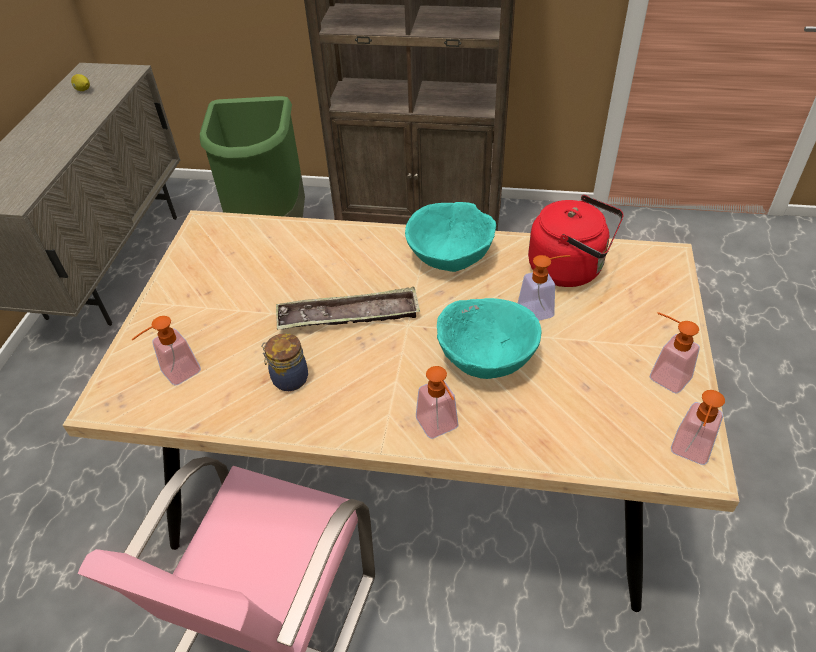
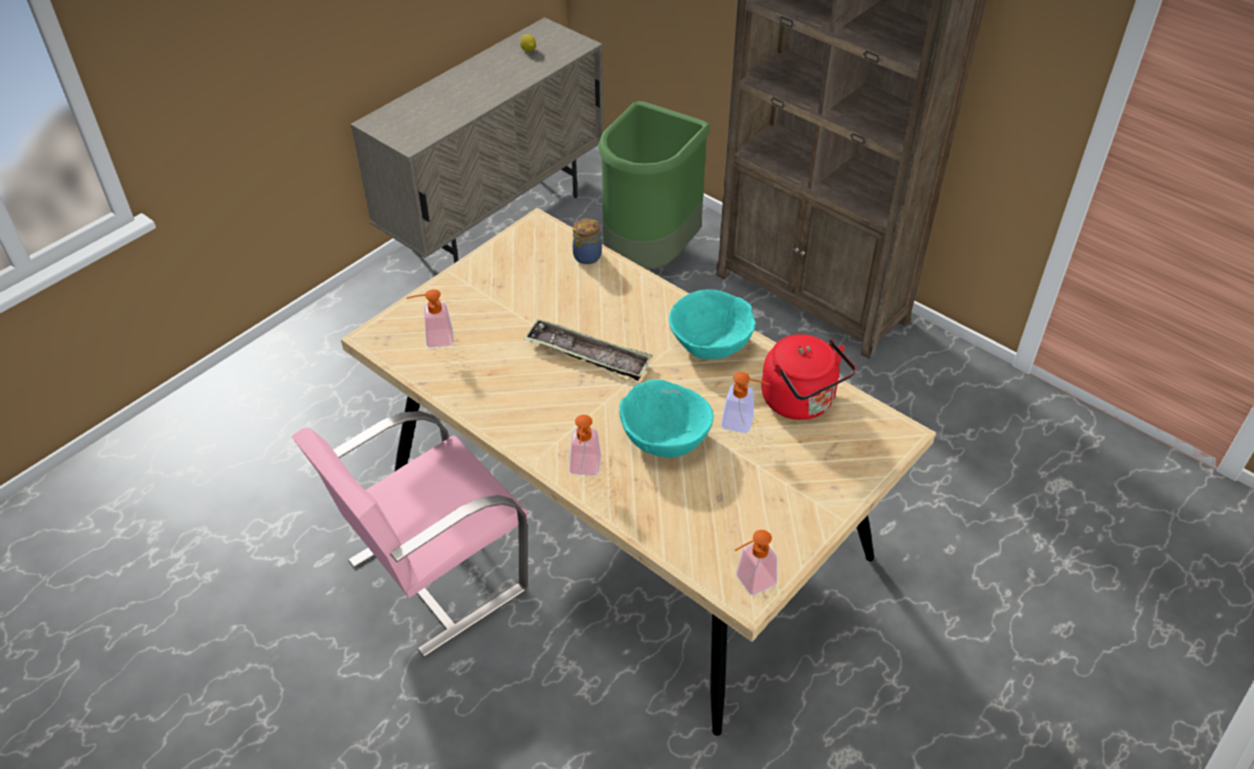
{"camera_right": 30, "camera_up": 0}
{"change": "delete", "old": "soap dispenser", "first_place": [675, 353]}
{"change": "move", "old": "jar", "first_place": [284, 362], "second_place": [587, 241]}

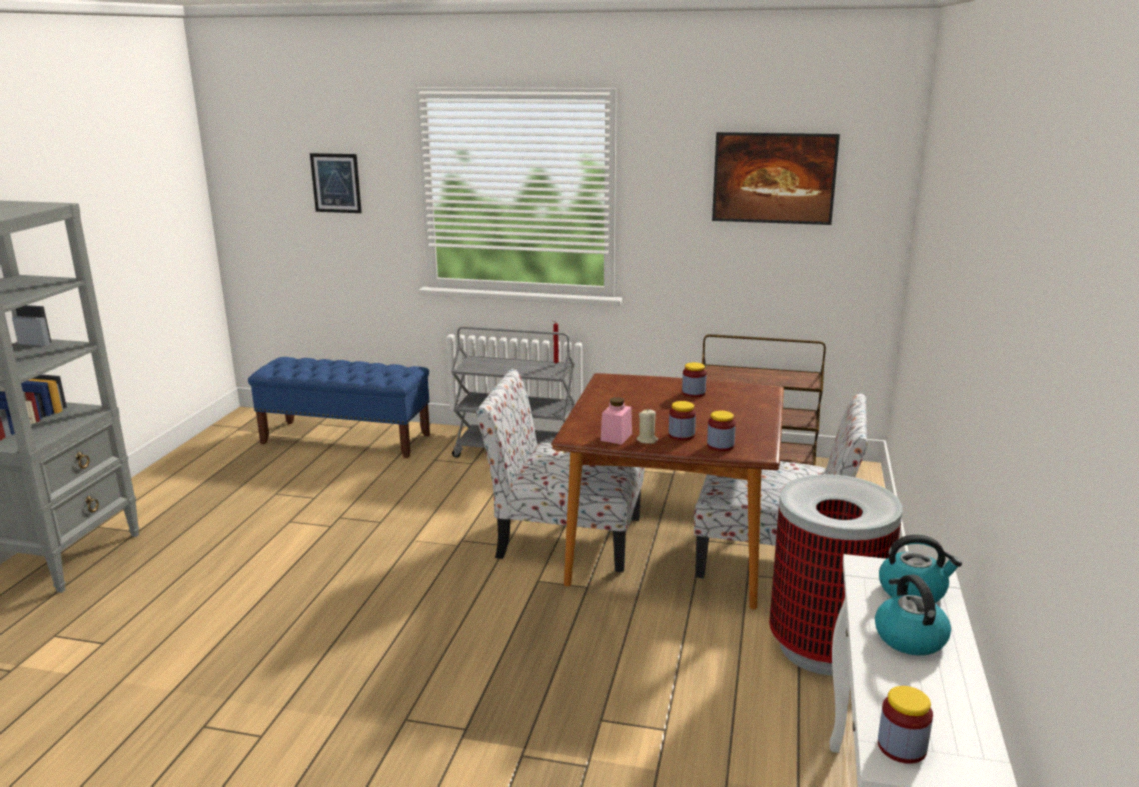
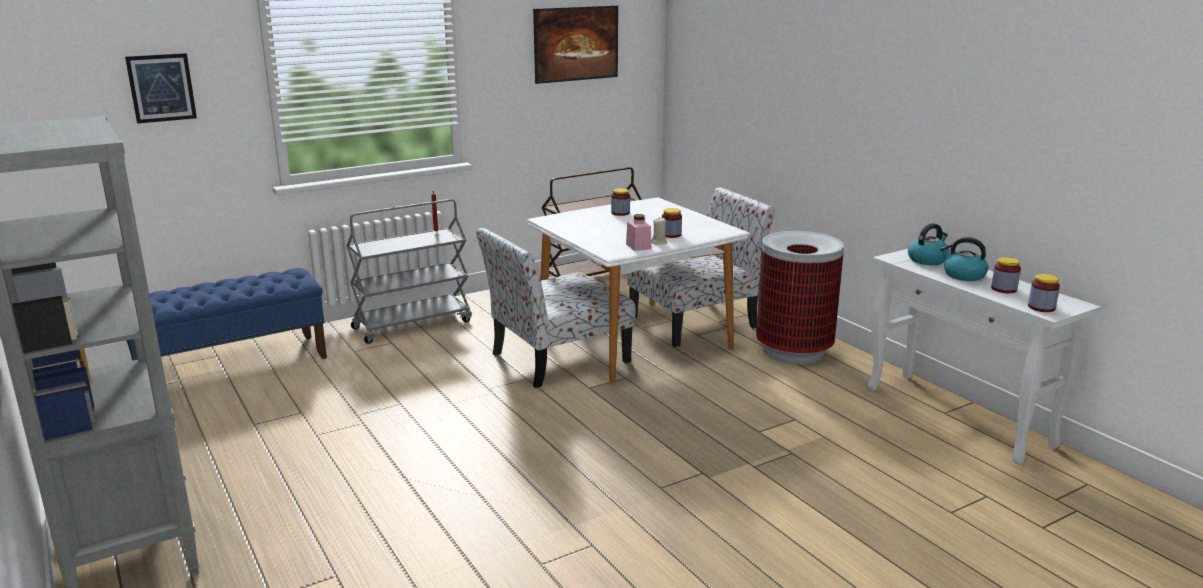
{"camera_right": -45, "camera_up": 0}
{"change": "move", "old": "jar", "first_place": [721, 431], "second_place": [1006, 275]}
{"change": "recolor", "old": "brown dining table", "new": "white dining table", "first_place": [667, 491], "second_place": [638, 290]}

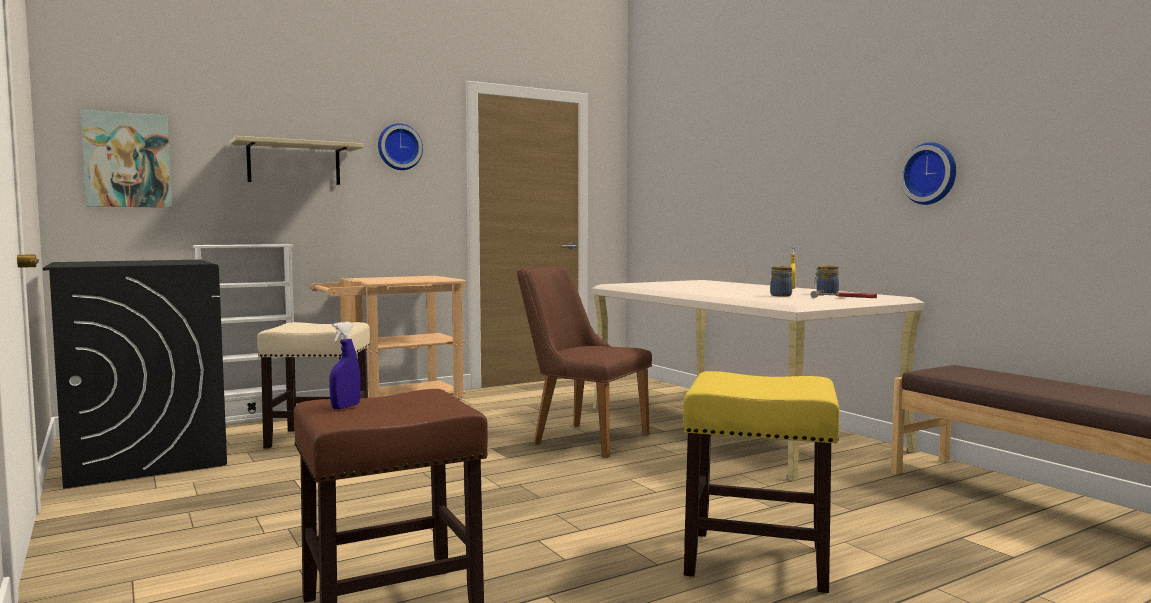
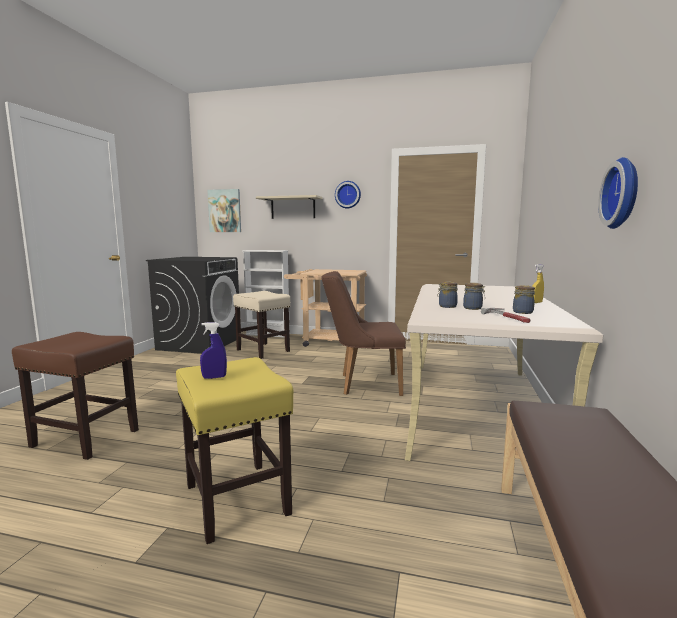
{"camera_right": 45, "camera_up": 5}
{"change": "insert", "new": "jar", "second_place": [447, 295]}
{"change": "move", "old": "blue spray bottle", "first_place": [345, 365], "second_place": [213, 350]}
{"change": "rotate", "old": "brown chair", "first_place": [584, 362], "second_place": [364, 333], "degrees": -75}

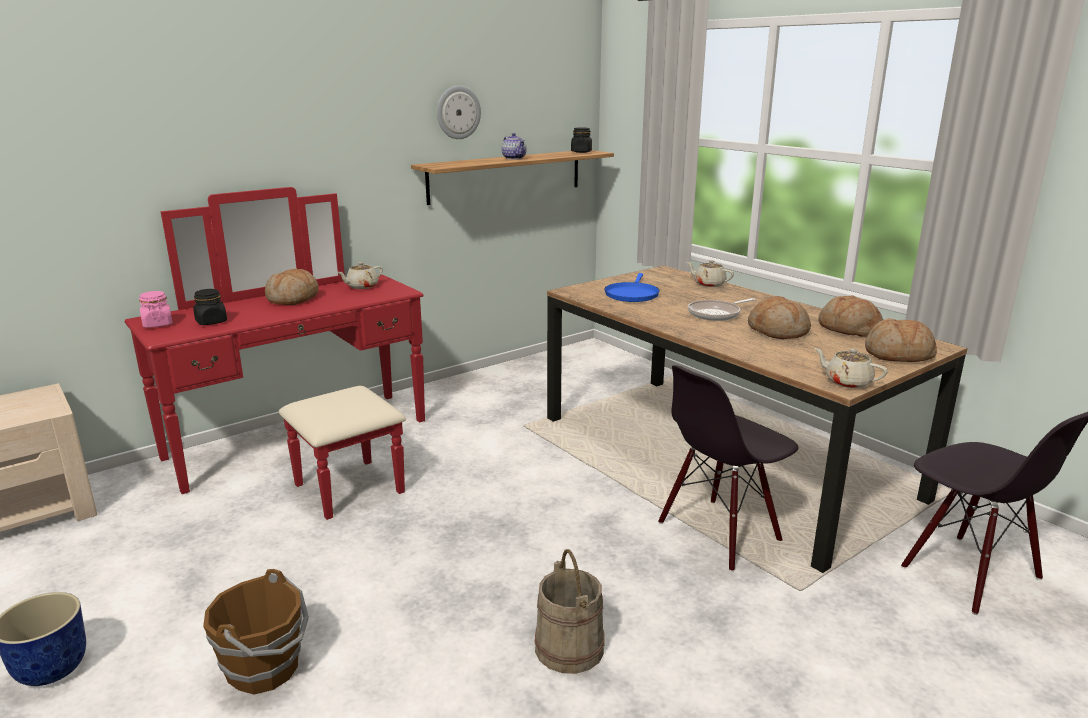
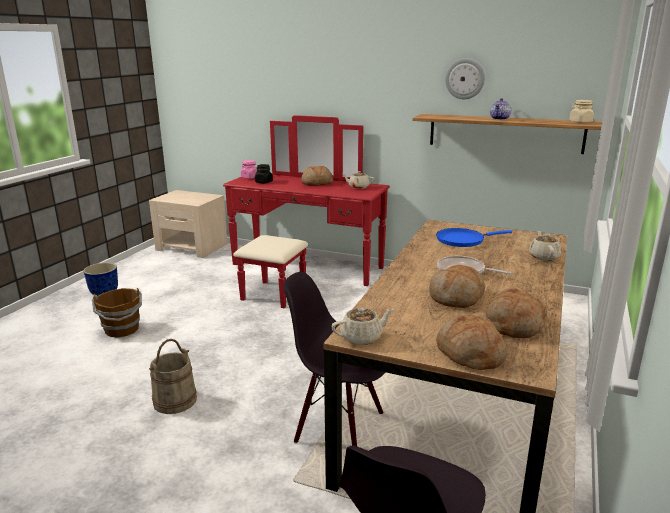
{"camera_right": 60, "camera_up": 0}
{"change": "recolor", "old": "black jar", "new": "beige jar", "first_place": [581, 140], "second_place": [581, 111]}
{"change": "rotate", "old": "beige teapot", "first_place": [851, 368], "second_place": [362, 326], "degrees": 60}

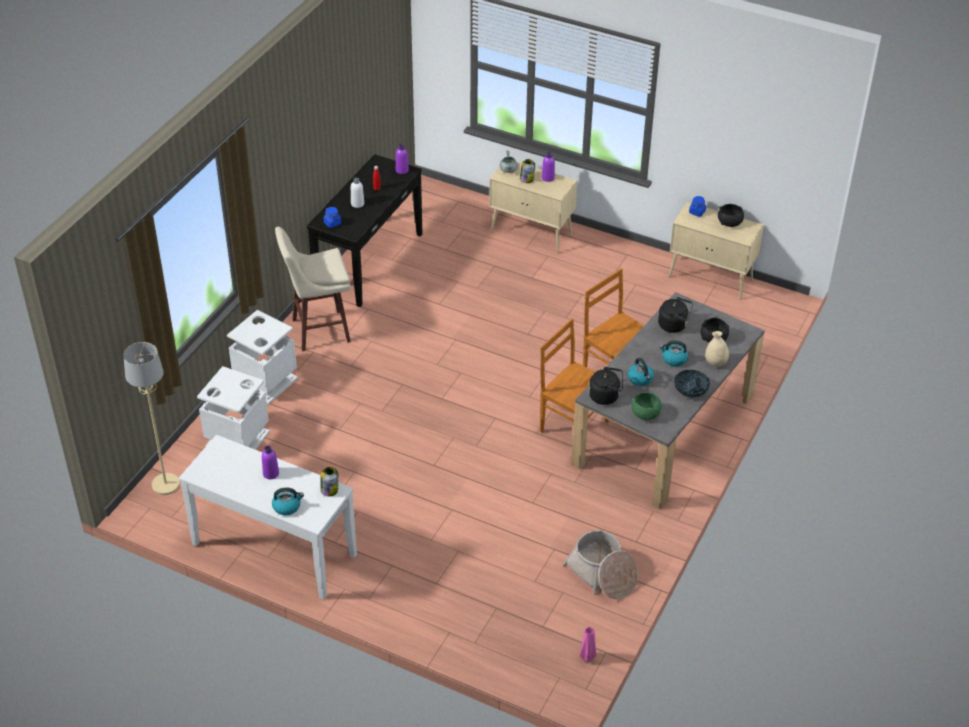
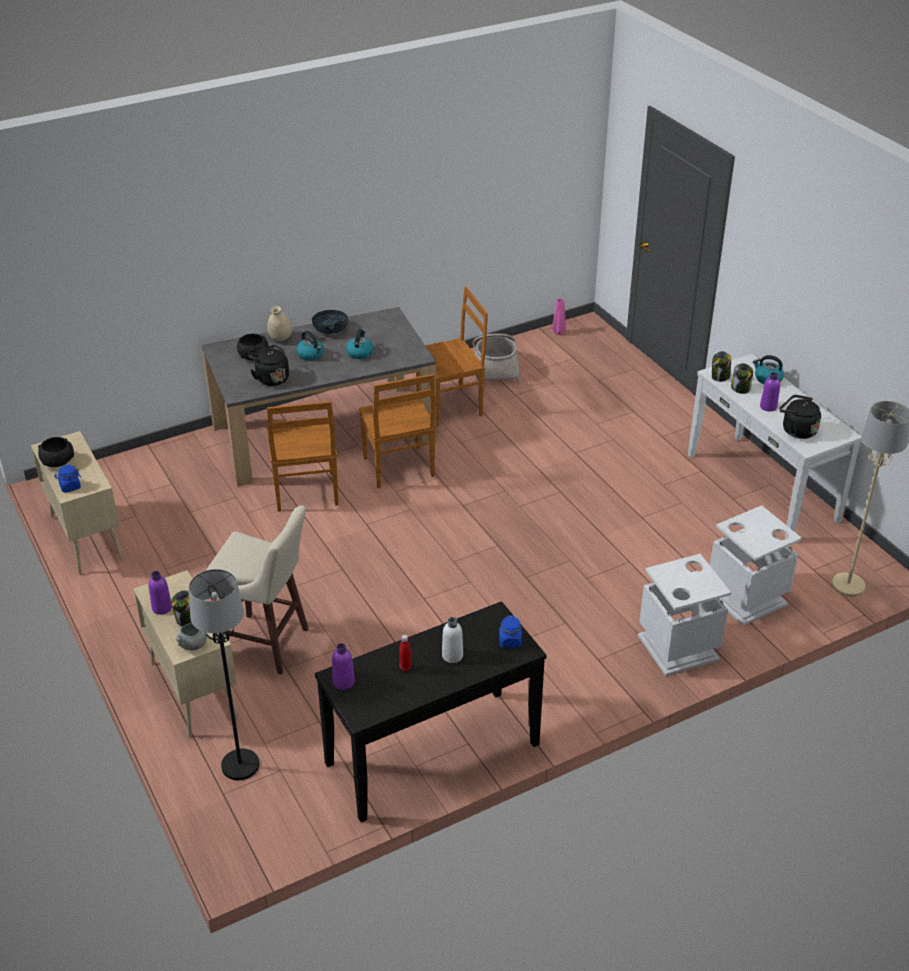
{"camera_right": -145, "camera_up": -5}
{"change": "delete", "old": "green bowl", "first_place": [646, 406]}
{"change": "insert", "new": "black floor lamp", "second_place": [224, 674]}
{"change": "insert", "new": "brown chair", "second_place": [452, 356]}
{"change": "insert", "new": "jar", "second_place": [742, 378]}
{"change": "move", "old": "beige stool", "first_place": [313, 289], "second_place": [257, 590]}
{"change": "move", "old": "black kettle", "first_place": [606, 386], "second_place": [800, 417]}

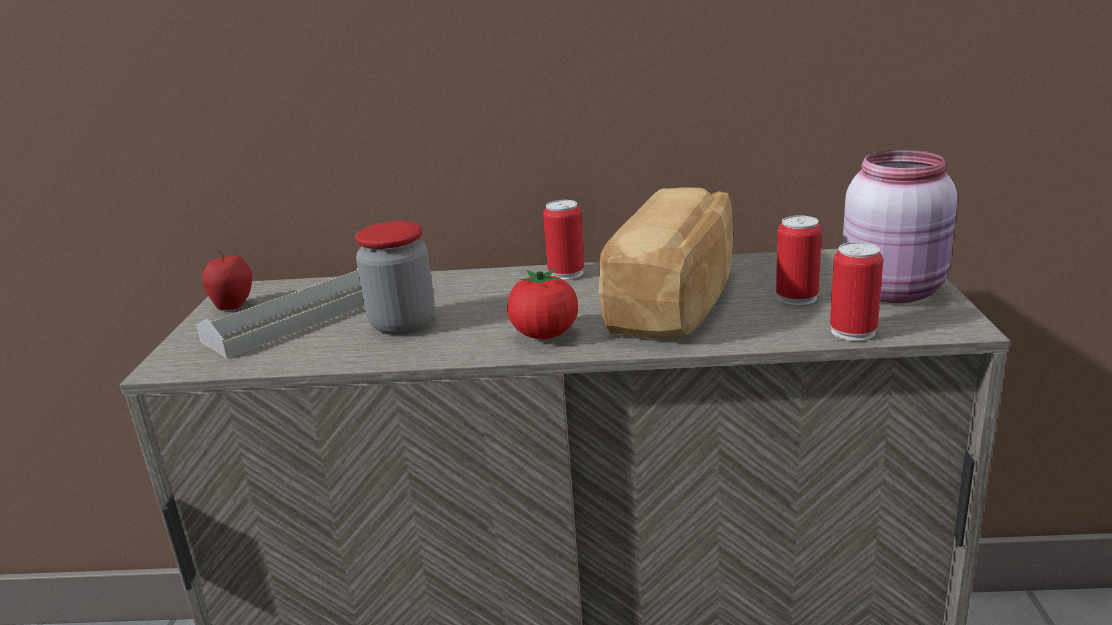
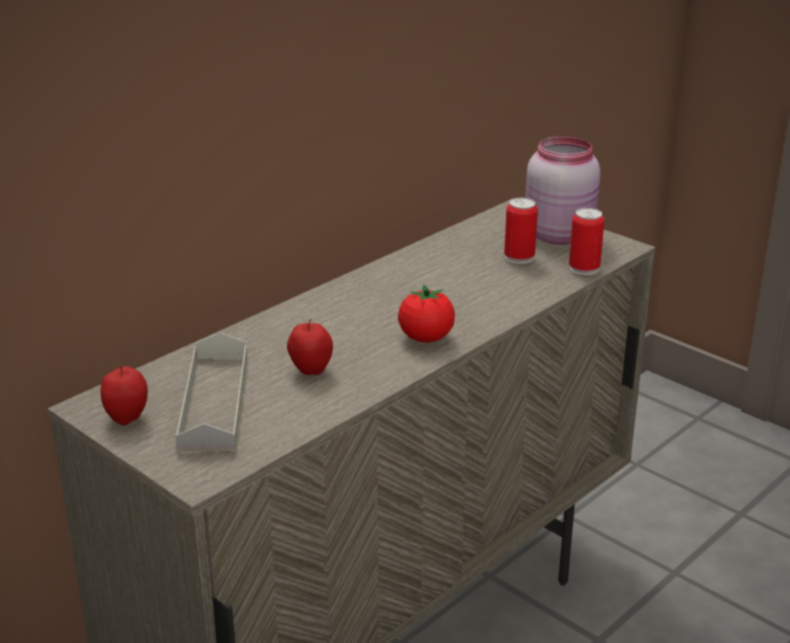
{"camera_right": -50, "camera_up": 5}
{"change": "delete", "old": "can", "first_place": [563, 240]}
{"change": "delete", "old": "bread", "first_place": [666, 263]}
{"change": "replace", "old": "jar", "new": "apple", "first_place": [395, 278], "second_place": [310, 346]}

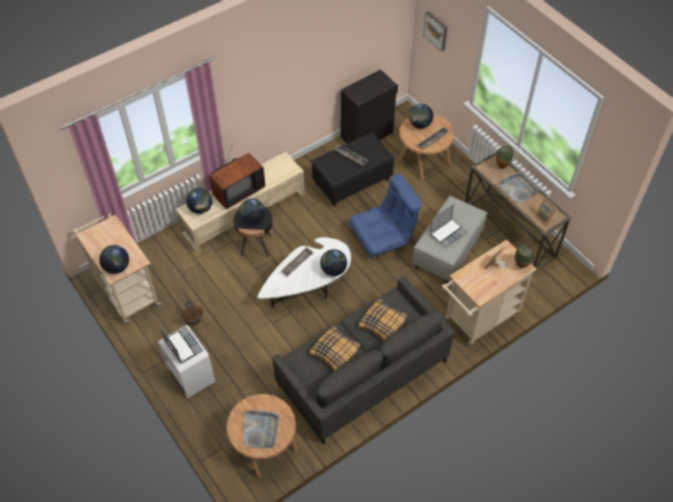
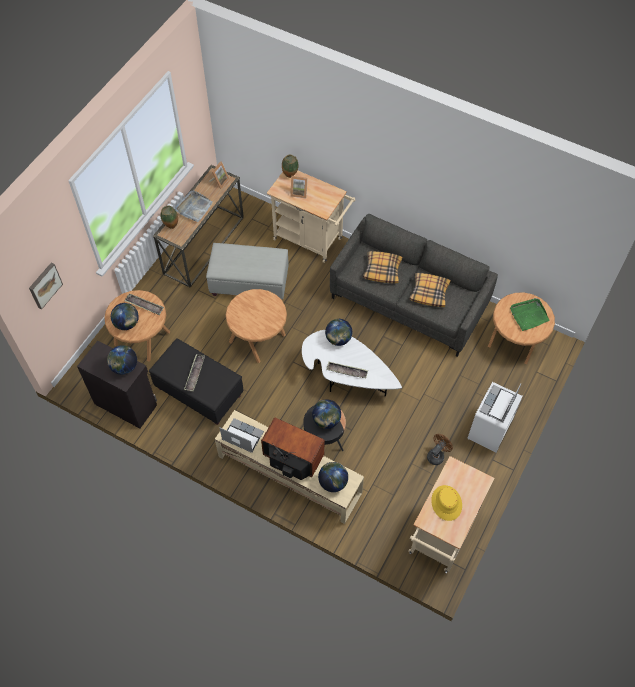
{"camera_right": -115, "camera_up": 5}
{"change": "insert", "new": "yellow hat", "second_place": [446, 503]}
{"change": "move", "old": "globe", "first_place": [114, 259], "second_place": [122, 360]}
{"change": "move", "old": "laptop", "first_place": [448, 226], "second_place": [242, 435]}
{"change": "replace", "old": "blue armchair", "new": "brown side table", "first_place": [385, 216], "second_place": [256, 326]}
{"change": "recolor", "old": "grey tray", "new": "green tray", "first_place": [261, 429], "second_place": [530, 314]}

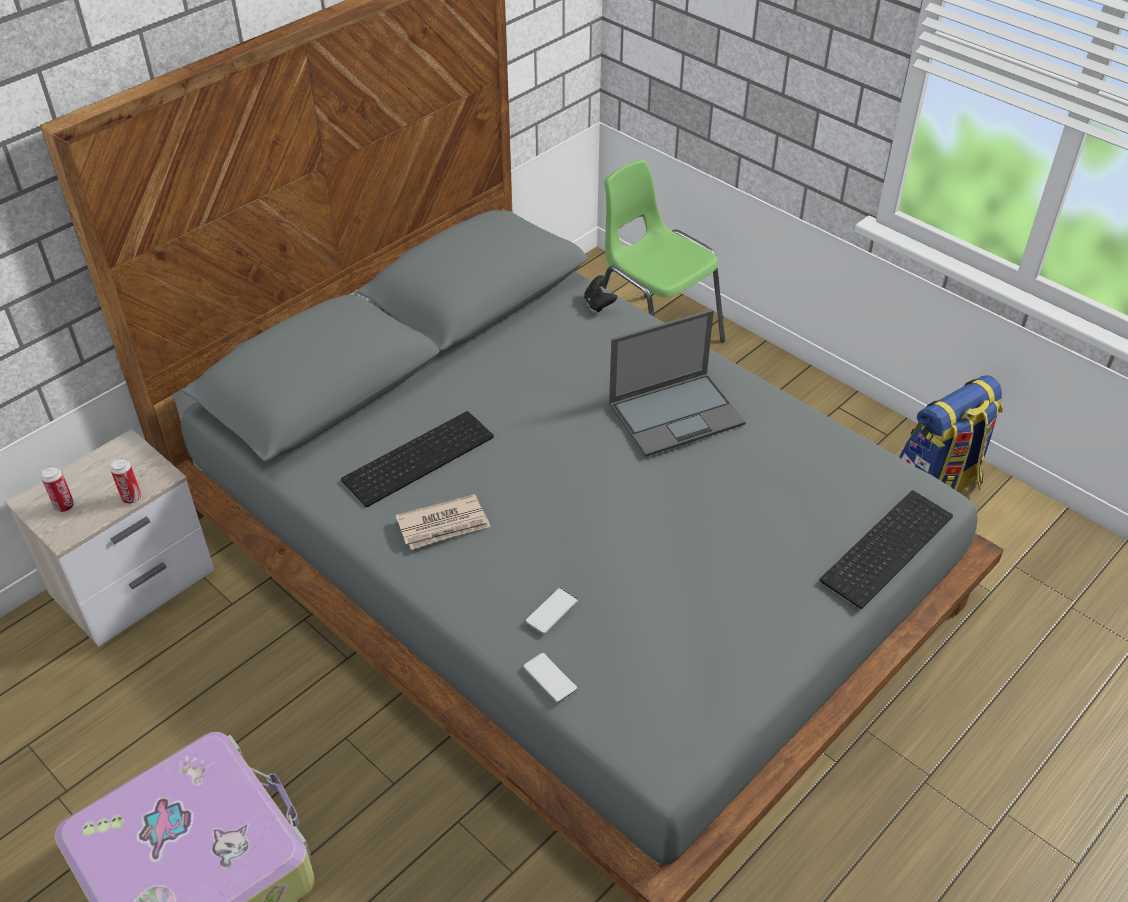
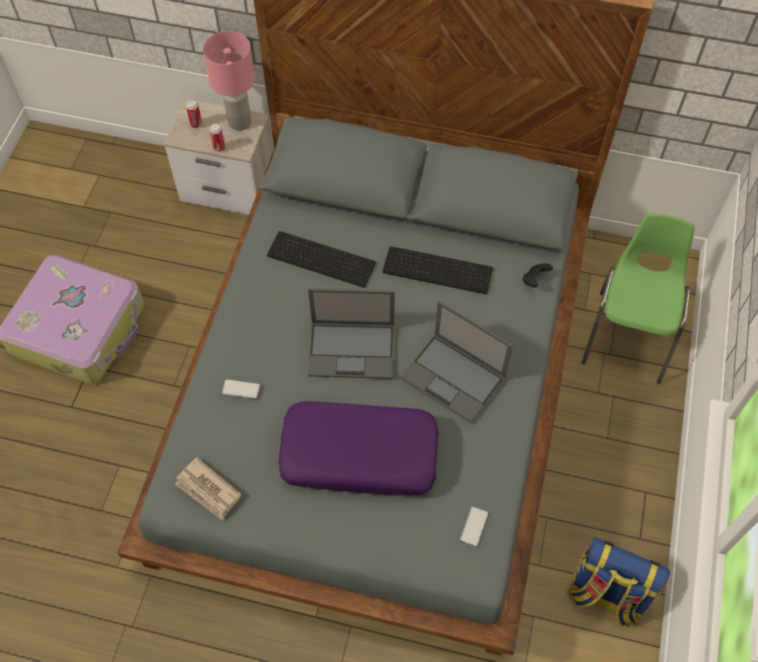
{"camera_right": 60, "camera_up": 15}
{"change": "insert", "new": "pink table lamp", "second_place": [229, 81]}
{"change": "insert", "new": "purple pillow", "second_place": [358, 448]}
{"change": "insert", "new": "laptop", "second_place": [351, 333]}
{"change": "move", "old": "newspaper", "first_place": [443, 522], "second_place": [208, 488]}
{"change": "move", "old": "phone", "first_place": [550, 677], "second_place": [474, 526]}
{"change": "move", "old": "keyboard", "first_place": [886, 549], "second_place": [437, 270]}

